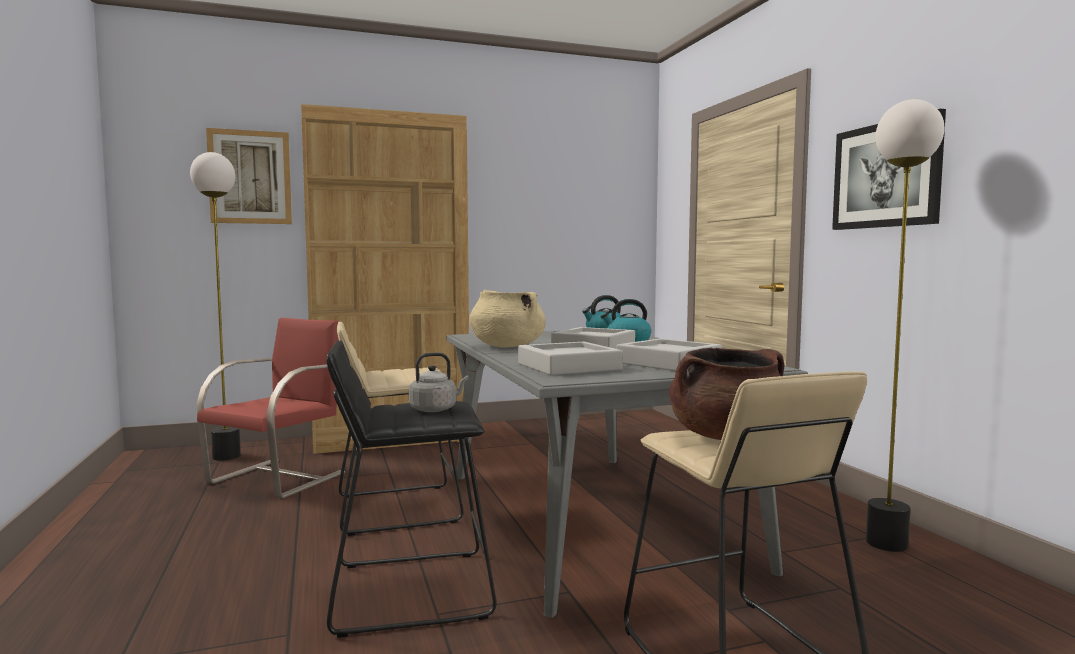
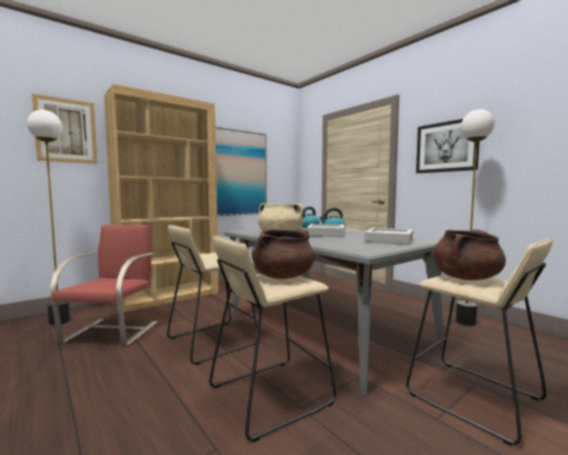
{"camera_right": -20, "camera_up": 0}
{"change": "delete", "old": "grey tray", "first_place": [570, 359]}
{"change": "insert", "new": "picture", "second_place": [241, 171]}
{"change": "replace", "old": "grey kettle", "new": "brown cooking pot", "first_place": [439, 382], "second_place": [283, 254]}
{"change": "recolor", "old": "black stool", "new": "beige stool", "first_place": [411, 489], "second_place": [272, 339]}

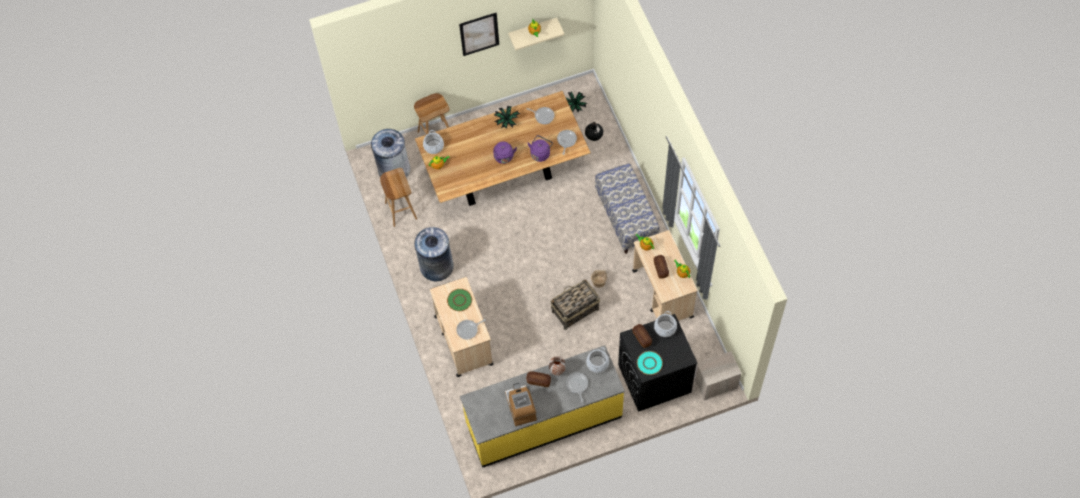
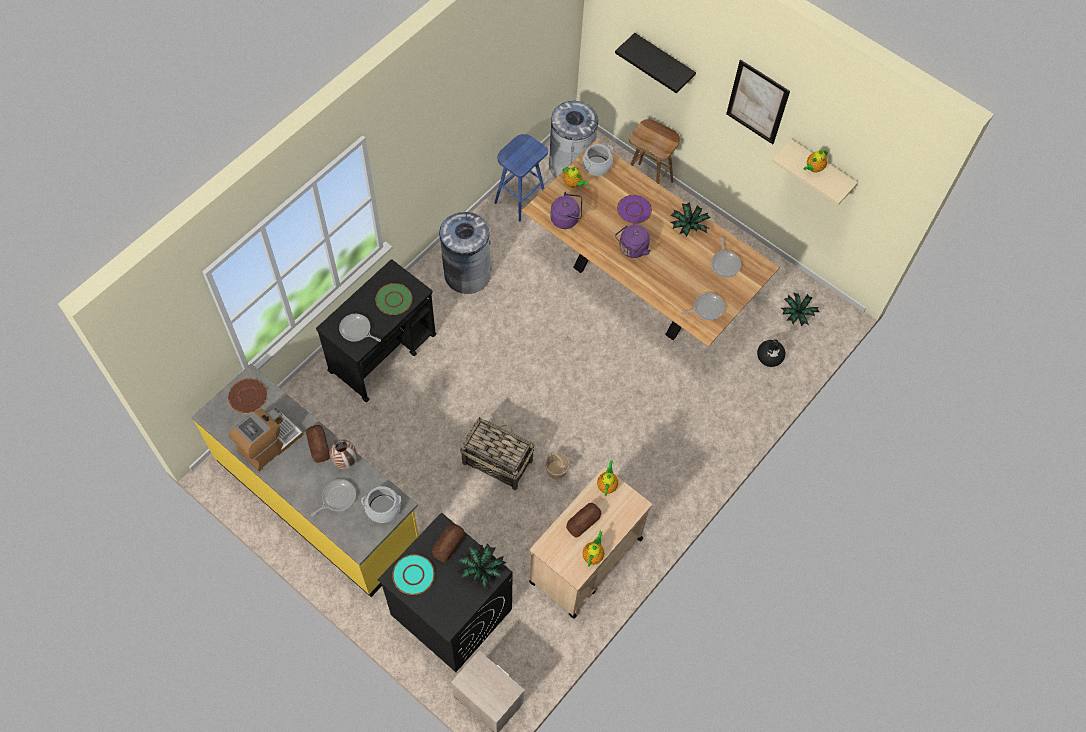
{"camera_right": 55, "camera_up": 0}
{"change": "delete", "old": "bench", "first_place": [627, 208]}
{"change": "insert", "new": "brown plate", "second_place": [247, 395]}
{"change": "insert", "new": "black shelf", "second_place": [655, 63]}
{"change": "insert", "new": "purple plate", "second_place": [634, 209]}
{"change": "move", "old": "purple kettle", "first_place": [540, 148], "second_place": [566, 210]}
{"change": "replace", "old": "cooking pot", "new": "potted plant", "first_place": [665, 324], "second_place": [481, 567]}
{"change": "recolor", "old": "brown stool", "new": "blue stool", "first_place": [398, 197], "second_place": [521, 178]}
{"change": "recolor", "old": "beige cart", "new": "black cart", "first_place": [461, 327], "second_place": [376, 330]}

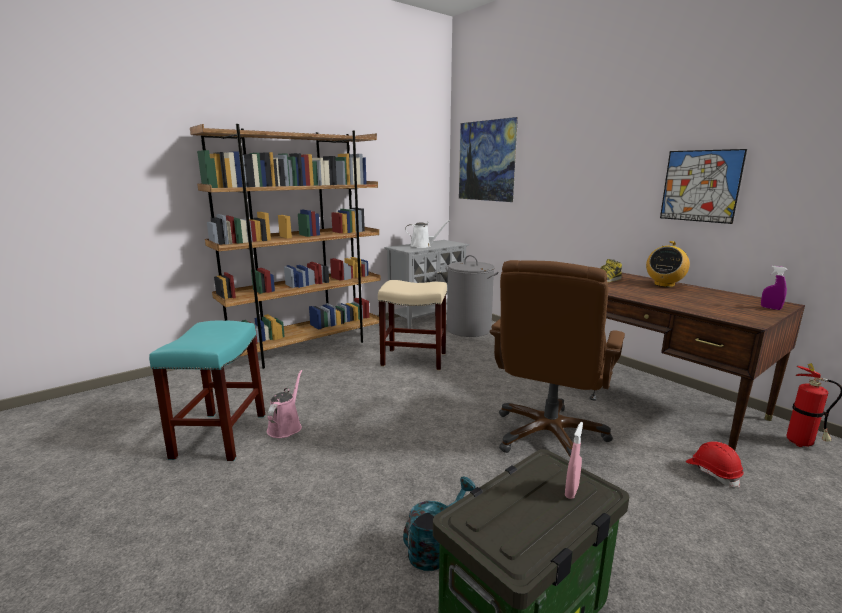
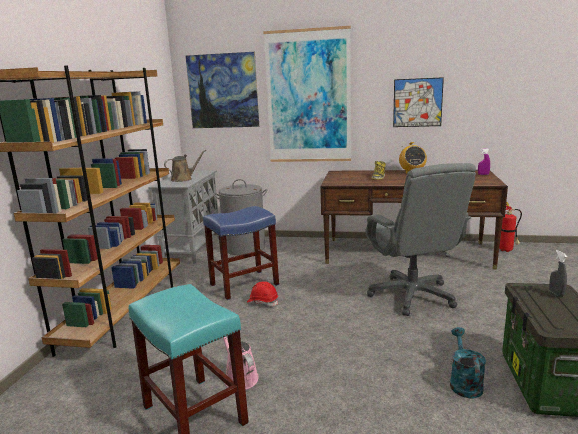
{"camera_right": -40, "camera_up": 0}
{"change": "insert", "new": "picture", "second_place": [307, 94]}
{"change": "move", "old": "red hard hat", "first_place": [715, 464], "second_place": [262, 293]}
{"change": "recolor", "old": "beige stool", "new": "blue stool", "first_place": [412, 325], "second_place": [241, 253]}
{"change": "recolor", "old": "white watering can", "new": "brown watering can", "first_place": [427, 234], "second_place": [185, 166]}
{"change": "recolor", "old": "brown office chair", "new": "grey office chair", "first_place": [557, 364], "second_place": [420, 239]}
{"change": "recolor", "old": "pink spray bottle", "new": "grey spray bottle", "first_place": [574, 460], "second_place": [558, 273]}

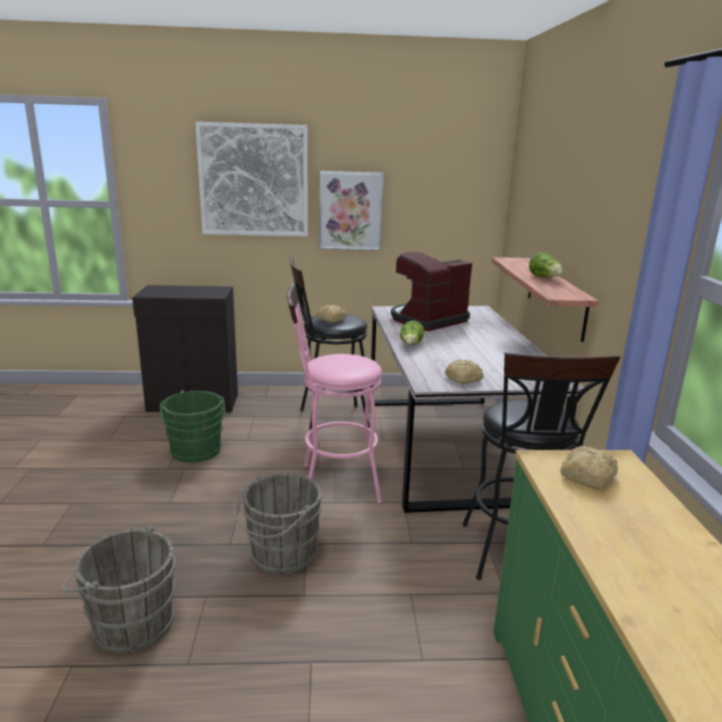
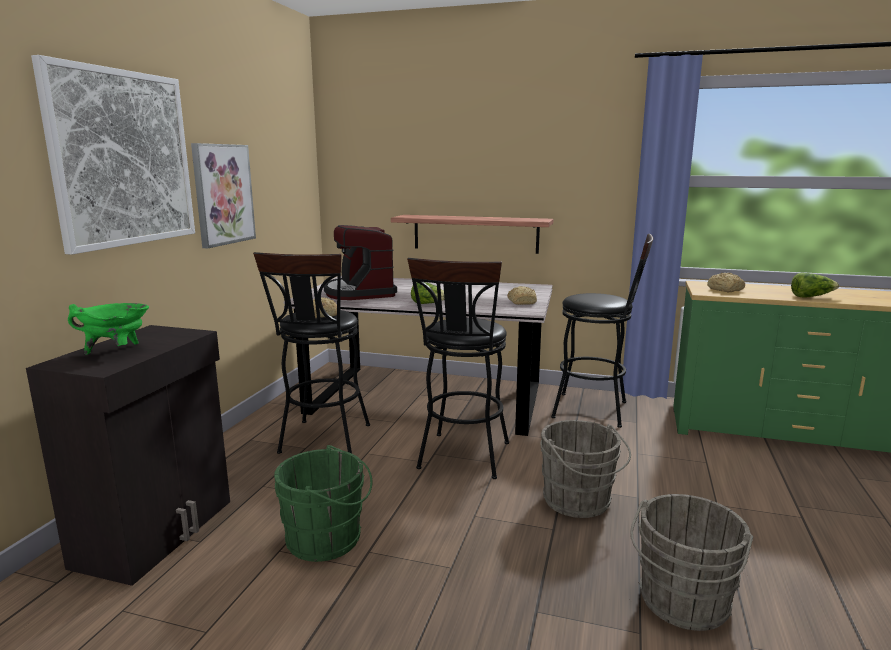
{"camera_right": -70, "camera_up": -5}
{"change": "insert", "new": "green cooking pot", "second_place": [108, 329]}
{"change": "move", "old": "lettuce", "first_place": [546, 264], "second_place": [815, 285]}
{"change": "recolor", "old": "pink stool", "new": "black stool", "first_place": [334, 394], "second_place": [458, 368]}

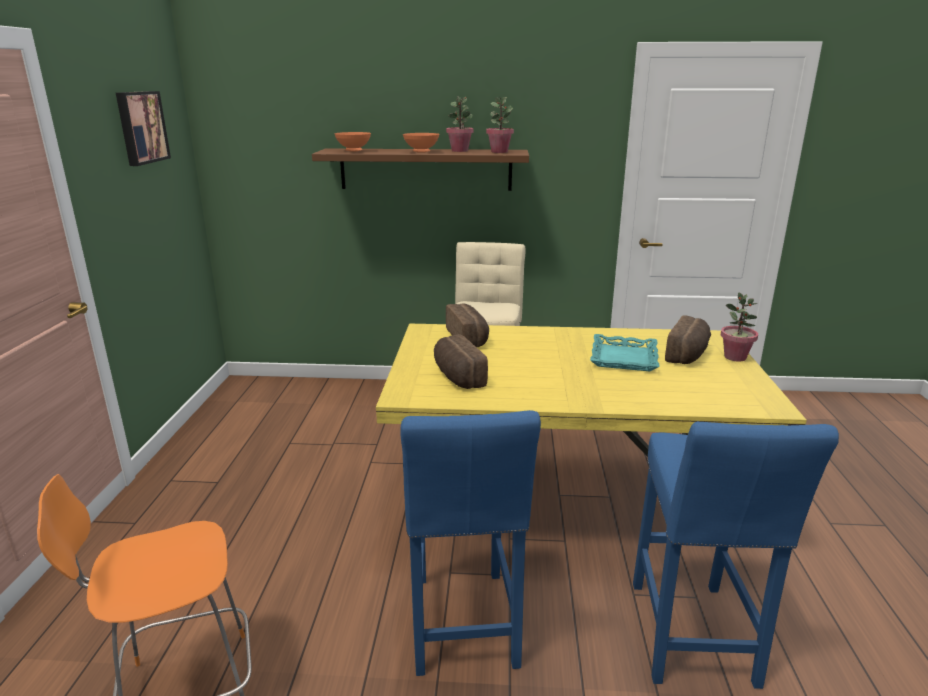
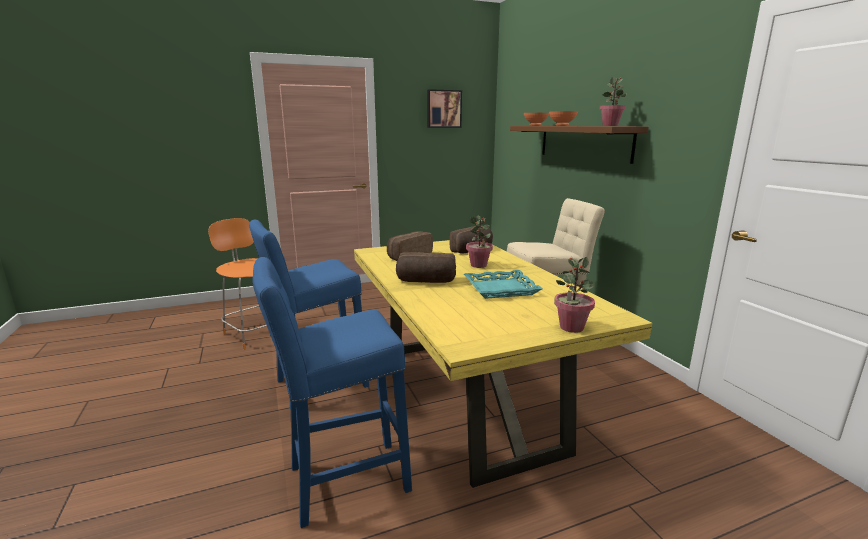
{"camera_right": 65, "camera_up": -5}
{"change": "move", "old": "potted plant", "first_place": [459, 124], "second_place": [479, 241]}
{"change": "move", "old": "bread", "first_place": [688, 339], "second_place": [426, 267]}

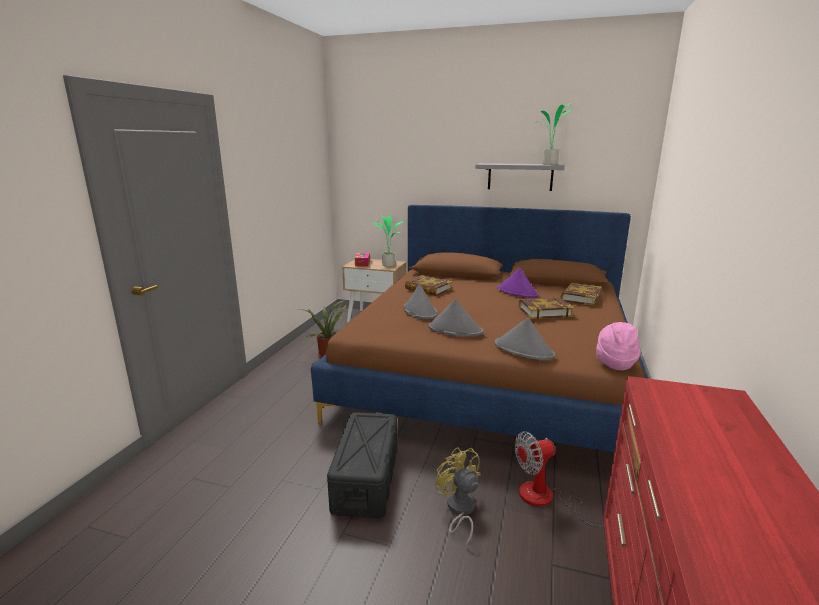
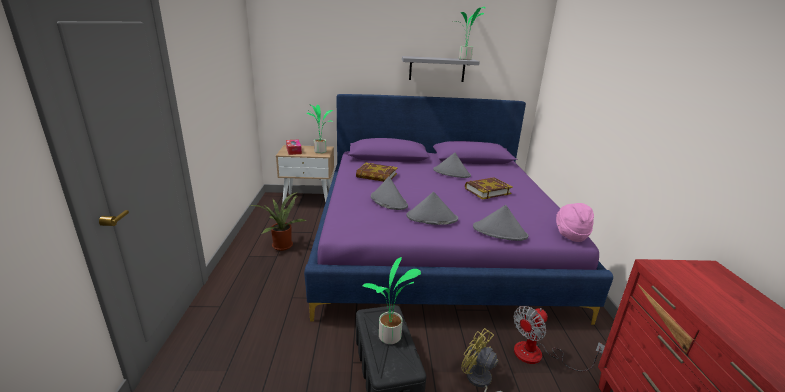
{"camera_right": -20, "camera_up": 5}
{"change": "delete", "old": "book", "first_place": [581, 294]}
{"change": "insert", "new": "potted plant", "second_place": [392, 300]}
{"change": "recolor", "old": "brown bed", "new": "purple bed", "first_place": [479, 328], "second_place": [458, 209]}
{"change": "recolor", "old": "purple hat", "new": "grey hat", "first_place": [518, 283], "second_place": [452, 165]}

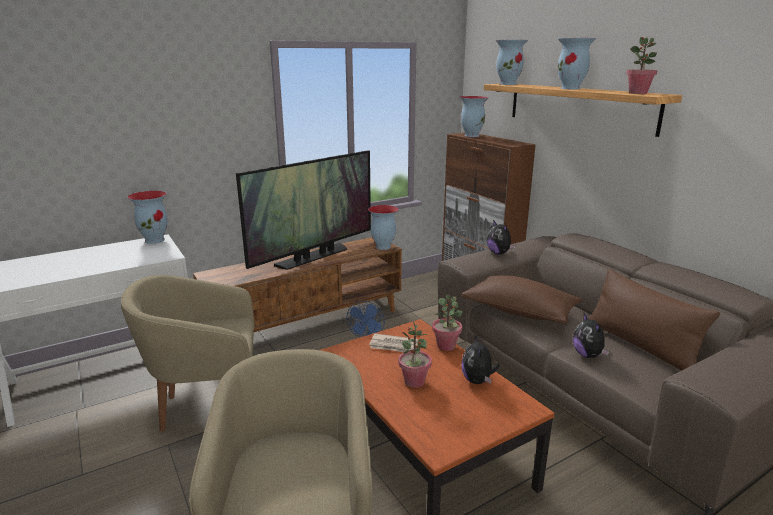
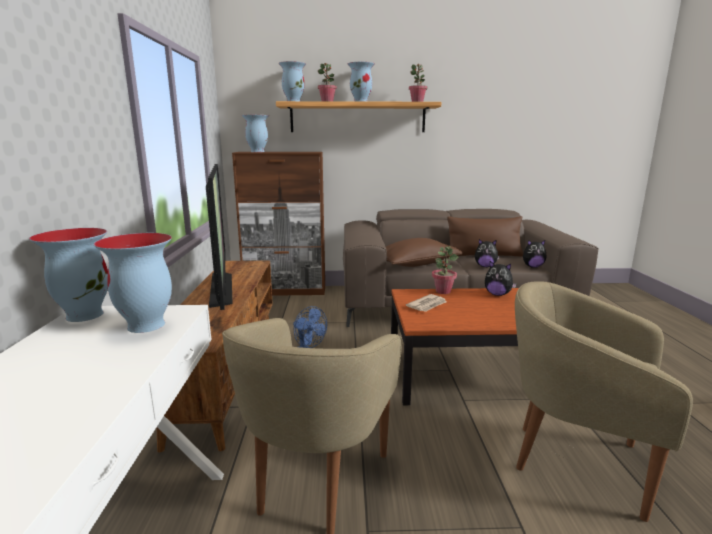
{"camera_right": -60, "camera_up": -5}
{"change": "move", "old": "vase", "first_place": [383, 227], "second_place": [133, 283]}
{"change": "move", "old": "potted plant", "first_place": [415, 355], "second_place": [327, 82]}
{"change": "move", "old": "plush toy", "first_place": [501, 237], "second_place": [534, 254]}

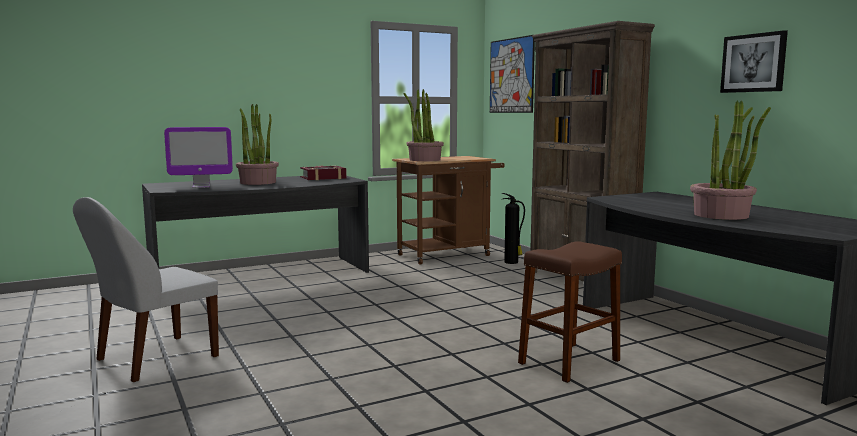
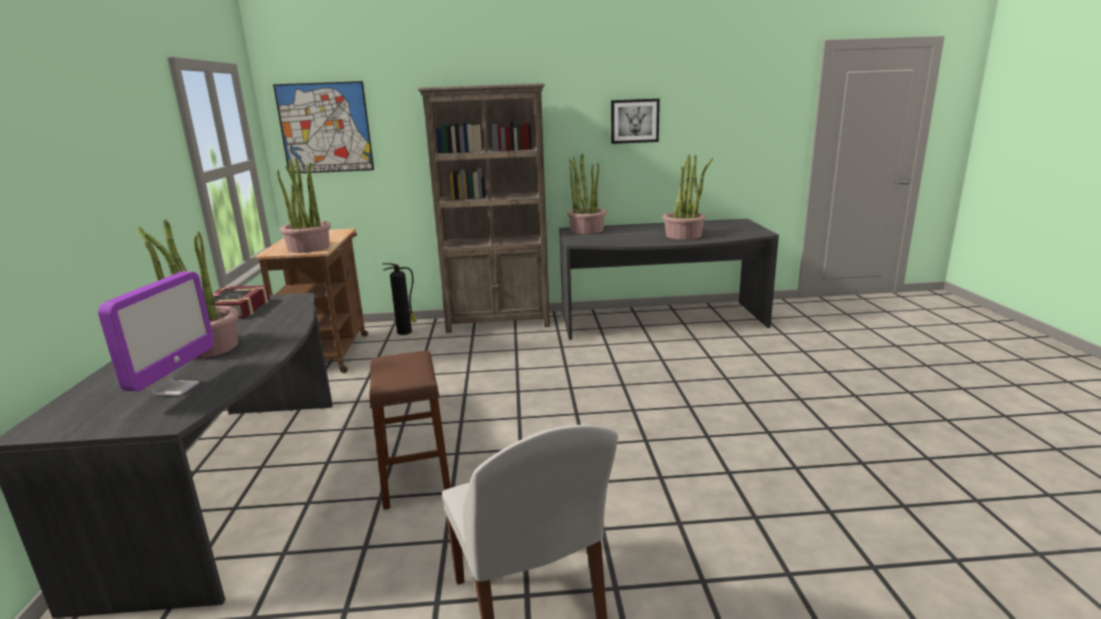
{"camera_right": -65, "camera_up": 10}
{"change": "insert", "new": "potted plant", "second_place": [587, 194]}
{"change": "move", "old": "brown stool", "first_place": [570, 312], "second_place": [410, 430]}

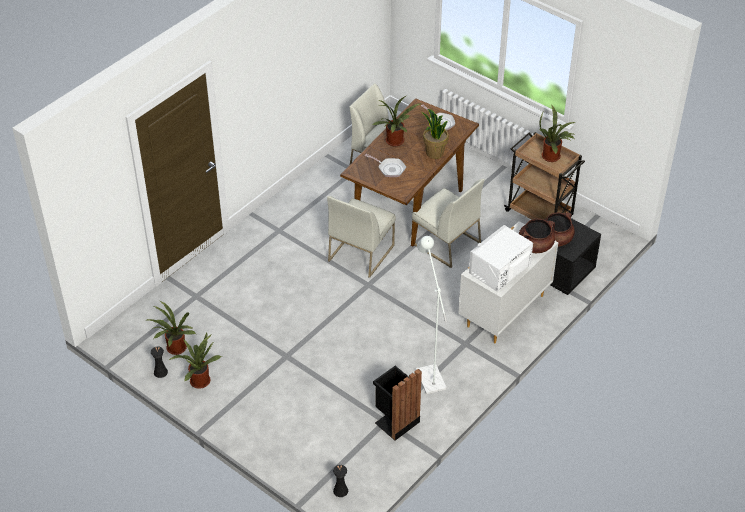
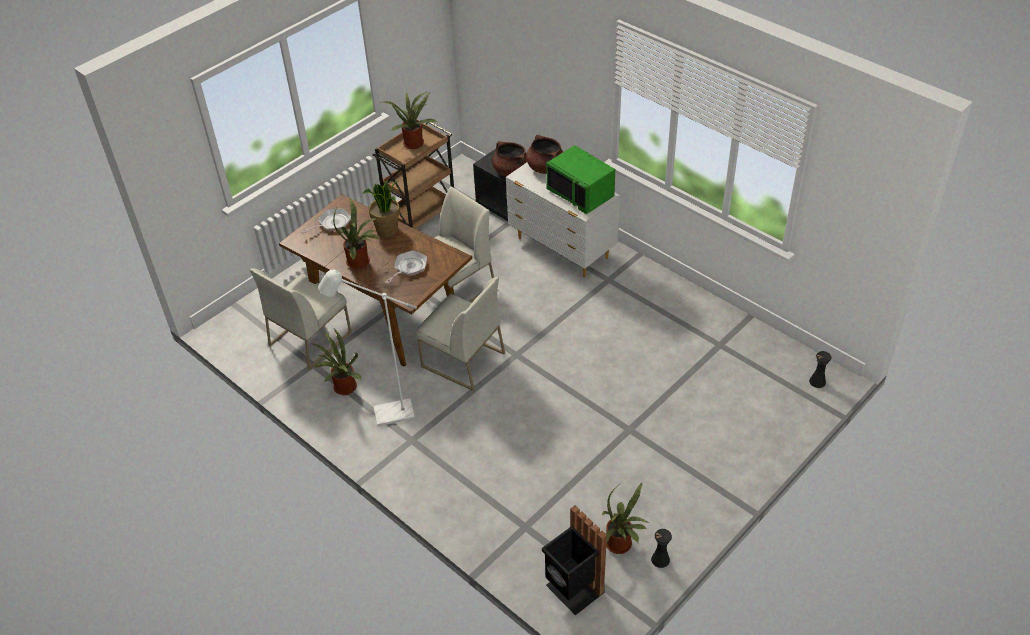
{"camera_right": -85, "camera_up": 0}
{"change": "move", "old": "potted plant", "first_place": [195, 360], "second_place": [336, 362]}
{"change": "move", "old": "black trash can", "first_place": [397, 403], "second_place": [574, 560]}
{"change": "move", "old": "white floor lamp", "first_place": [431, 315], "second_place": [367, 347]}
{"change": "recolor", "old": "white microwave", "new": "green microwave", "first_place": [501, 258], "second_place": [580, 179]}

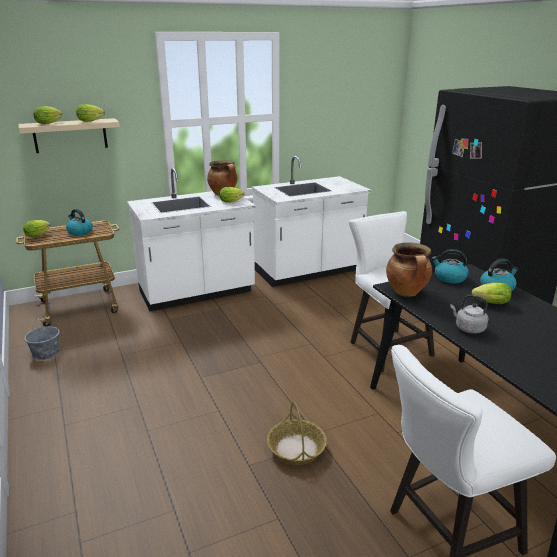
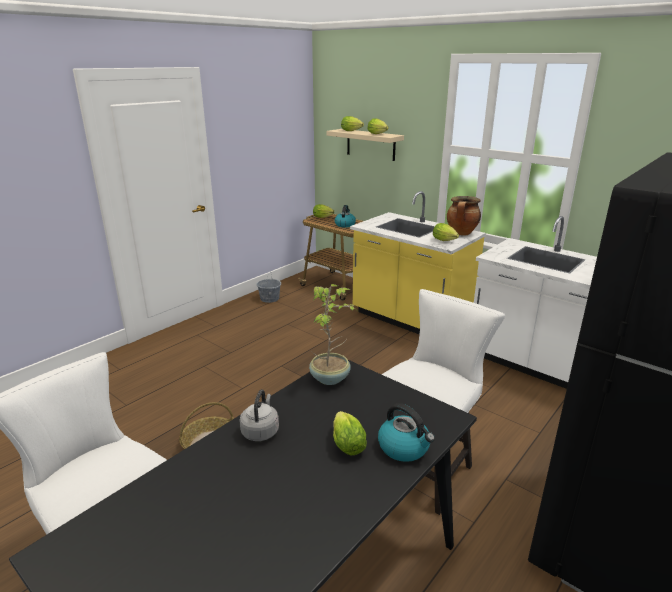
{"camera_right": 65, "camera_up": 0}
{"change": "delete", "old": "kettle", "first_place": [450, 266]}
{"change": "replace", "old": "cooking pot", "new": "potted plant", "first_place": [409, 269], "second_place": [333, 334]}
{"change": "recolor", "old": "white counter", "new": "yellow counter", "first_place": [191, 239], "second_place": [418, 262]}

